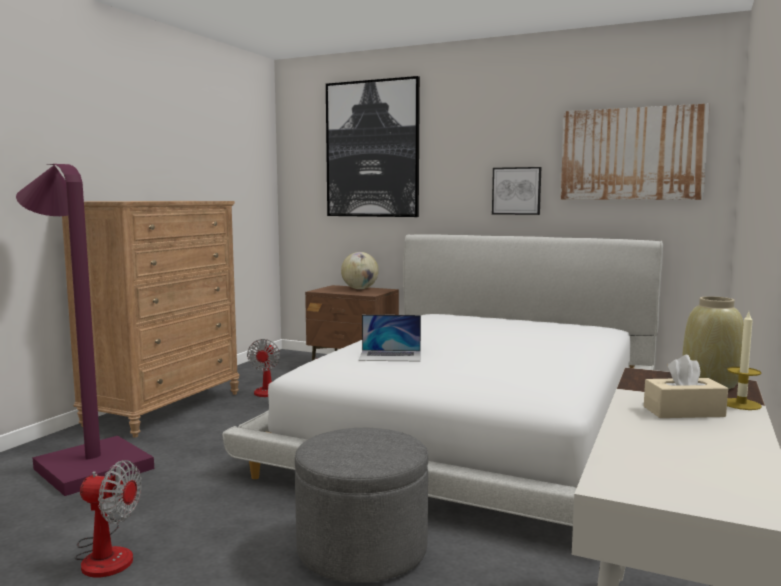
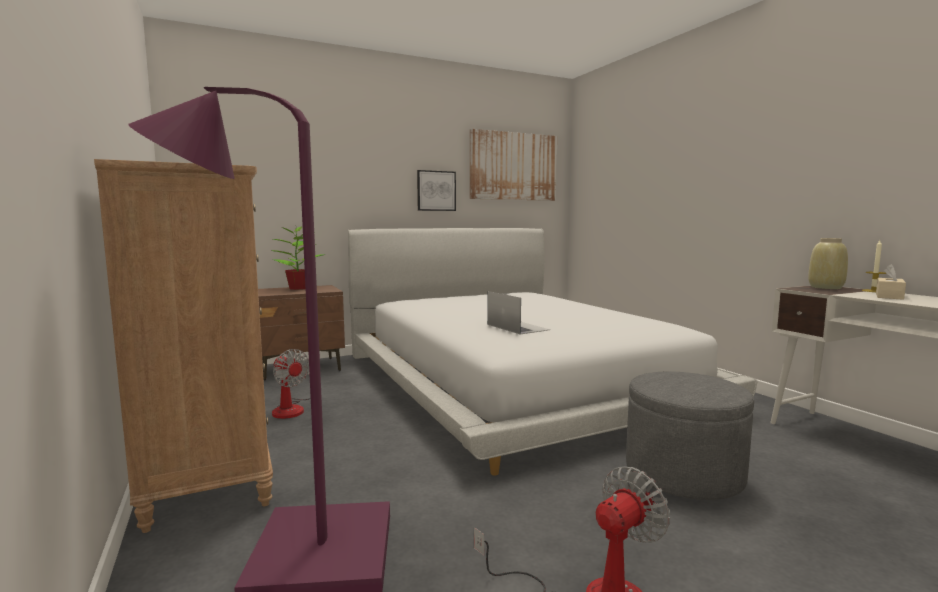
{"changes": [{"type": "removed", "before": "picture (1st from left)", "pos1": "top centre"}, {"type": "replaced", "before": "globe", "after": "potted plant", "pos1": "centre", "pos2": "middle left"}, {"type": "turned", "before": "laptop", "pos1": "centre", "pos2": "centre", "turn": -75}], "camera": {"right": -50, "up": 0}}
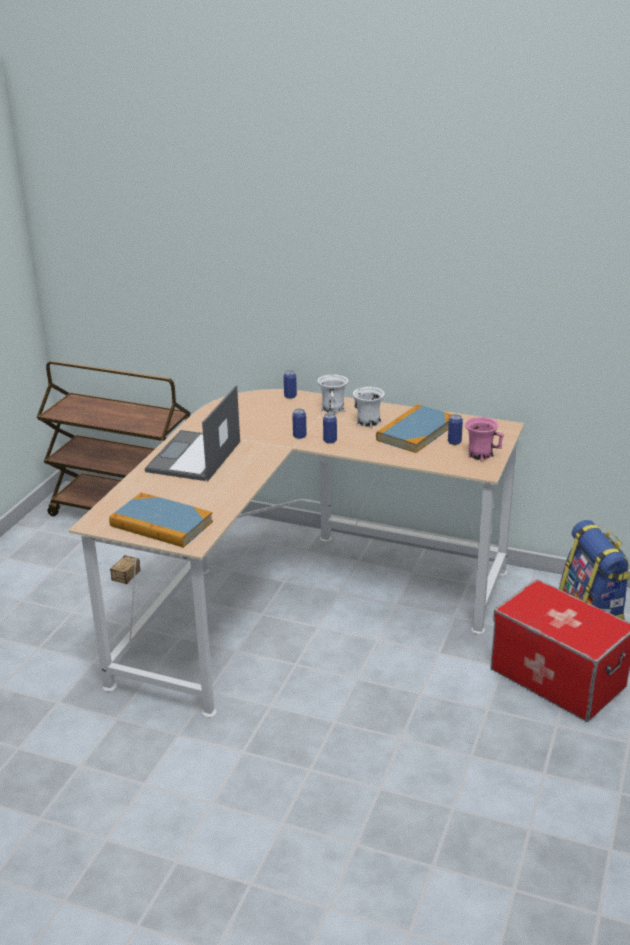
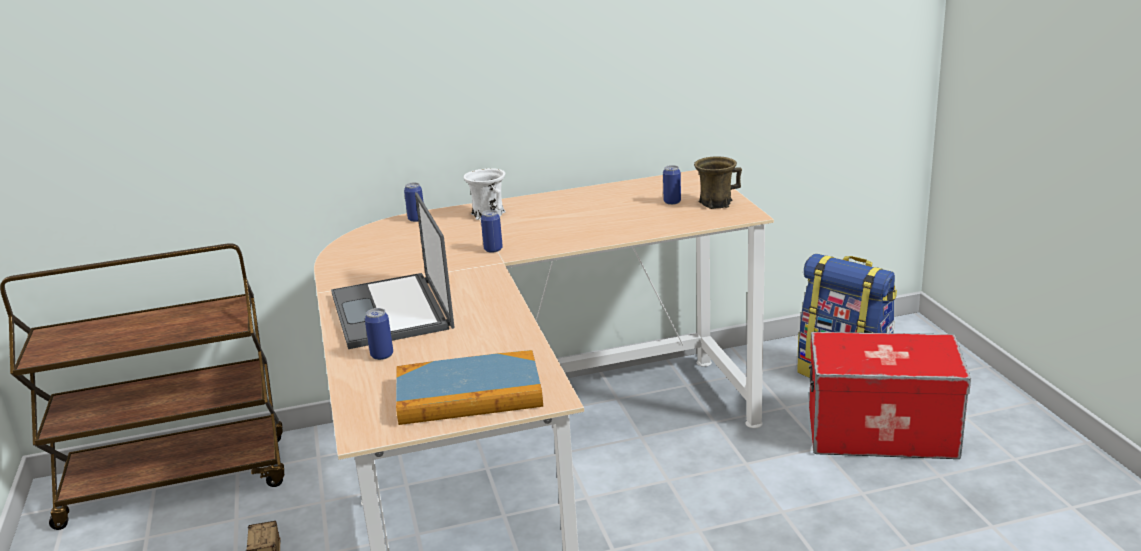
{"changes": [{"type": "moved", "before": "can (3rd from left in the first image)", "after": "can (1st from left)", "pos1": "centre", "pos2": "middle left"}, {"type": "removed", "before": "white mug (2nd from left)", "pos1": "centre"}, {"type": "removed", "before": "book (2nd from left)", "pos1": "centre"}, {"type": "recoloured", "before": "pink mug", "after": "brown mug", "pos1": "middle right", "pos2": "top centre"}], "camera": {"right": -35, "up": -5}}
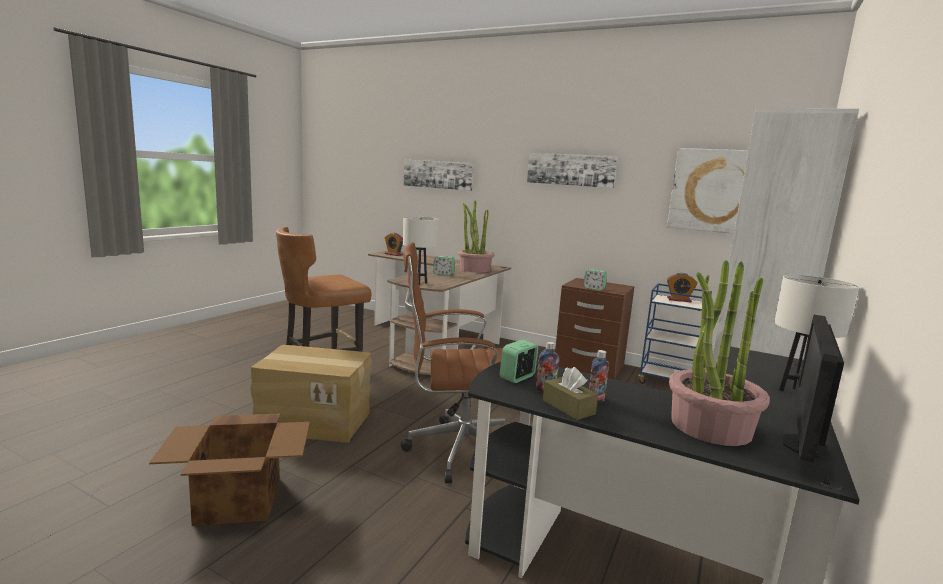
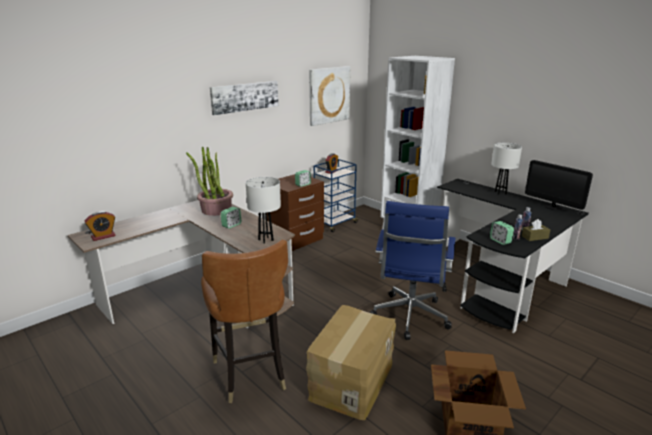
{"changes": [{"type": "recoloured", "before": "brown office chair", "after": "blue office chair", "pos1": "centre", "pos2": "centre"}, {"type": "removed", "before": "picture (1st from left)", "pos1": "top centre"}, {"type": "removed", "before": "potted plant (2nd from left)", "pos1": "middle right"}], "camera": {"right": -70, "up": 10}}
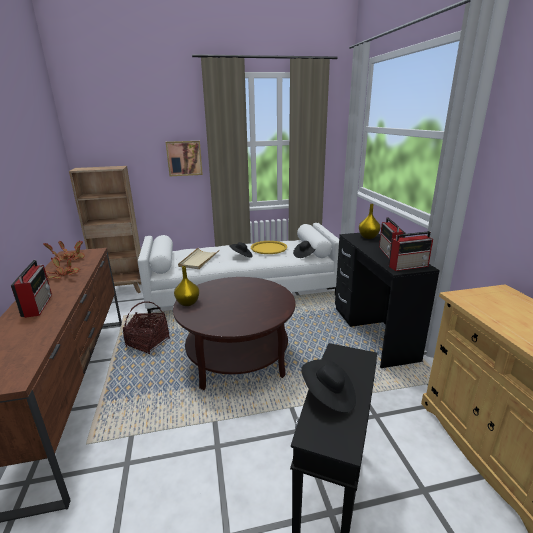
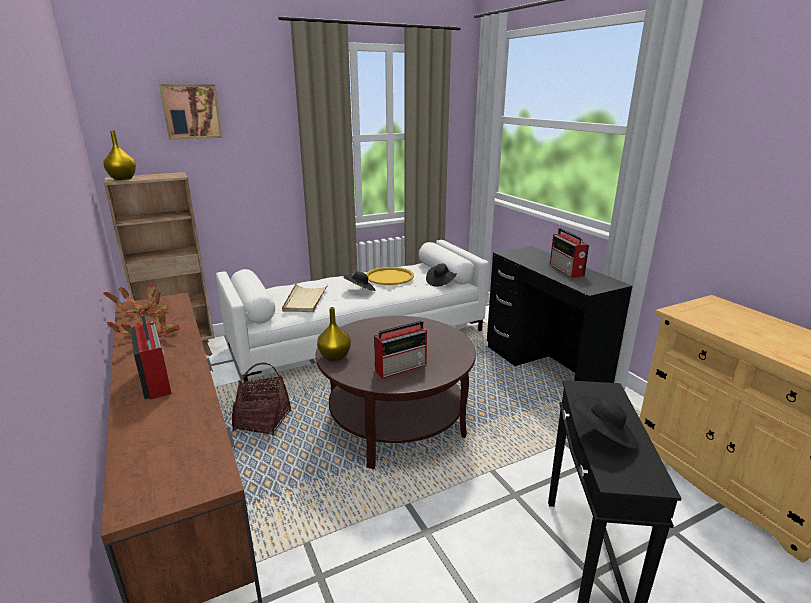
{"changes": [{"type": "moved", "before": "picture", "pos1": "top centre", "pos2": "top left"}, {"type": "moved", "before": "yellow vase (2nd from left in the first image)", "after": "yellow vase (1st from left)", "pos1": "middle right", "pos2": "top left"}, {"type": "moved", "before": "radio (3rd from left in the first image)", "after": "radio (2nd from left)", "pos1": "middle right", "pos2": "centre"}], "camera": {"right": -15, "up": 0}}
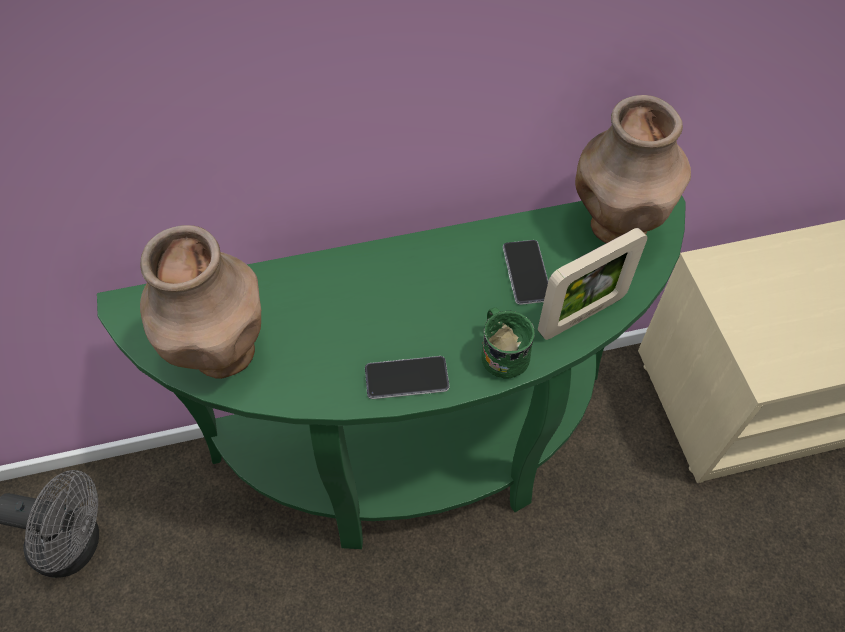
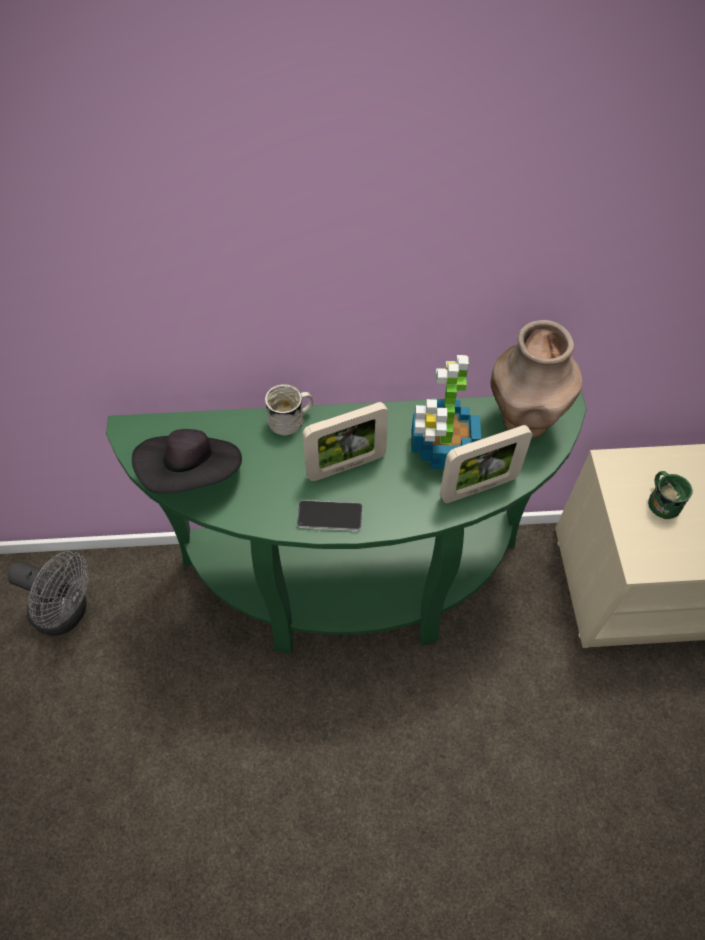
{"changes": [{"type": "replaced", "before": "brown vase (1st from left)", "after": "black hat", "pos1": "middle left", "pos2": "middle left"}, {"type": "moved", "before": "green mug", "pos1": "centre", "pos2": "middle right"}, {"type": "replaced", "before": "phone (2nd from left)", "after": "potted plant", "pos1": "centre", "pos2": "centre"}, {"type": "added", "after": "white mug", "pos2": "centre"}, {"type": "added", "after": "picture frame (1st from left)", "pos2": "centre"}], "camera": {"right": 10, "up": 0}}
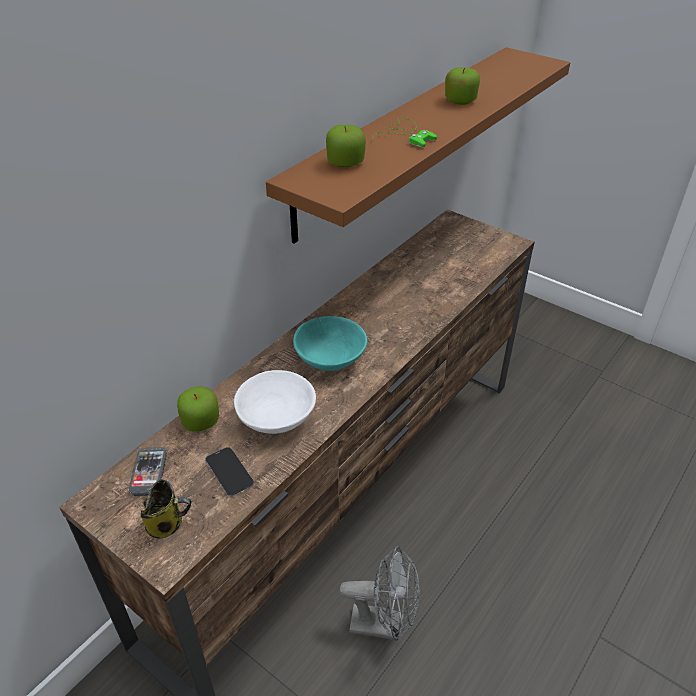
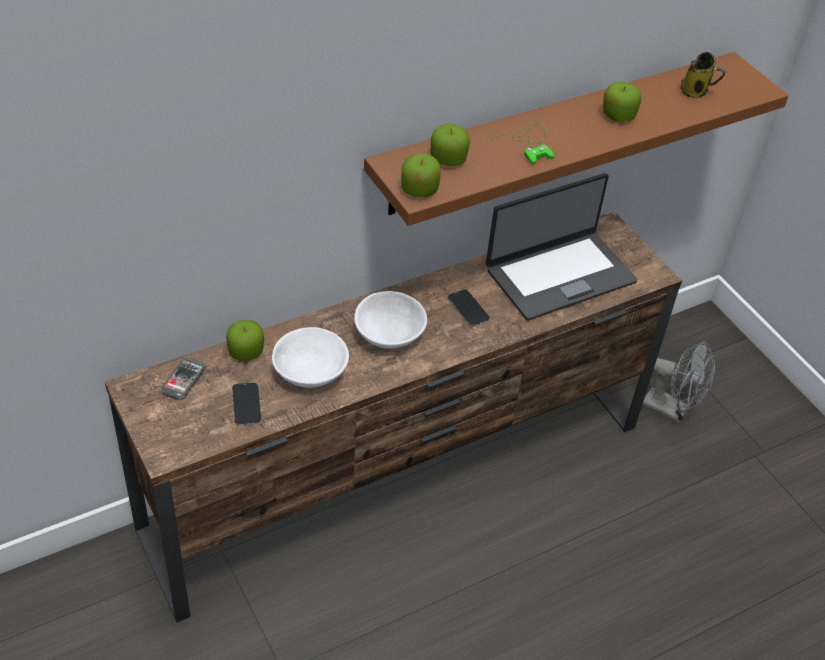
{"changes": [{"type": "moved", "before": "mug", "pos1": "bottom left", "pos2": "top right"}, {"type": "recoloured", "before": "turquoise bowl", "after": "white bowl (2nd from left)", "pos1": "centre", "pos2": "centre"}, {"type": "moved", "before": "grey fan", "pos1": "bottom centre", "pos2": "middle right"}, {"type": "added", "after": "apple (2nd from left)", "pos2": "top centre"}, {"type": "added", "after": "phone (3rd from left)", "pos2": "centre"}, {"type": "added", "after": "laptop", "pos2": "middle right"}], "camera": {"right": 20, "up": 5}}
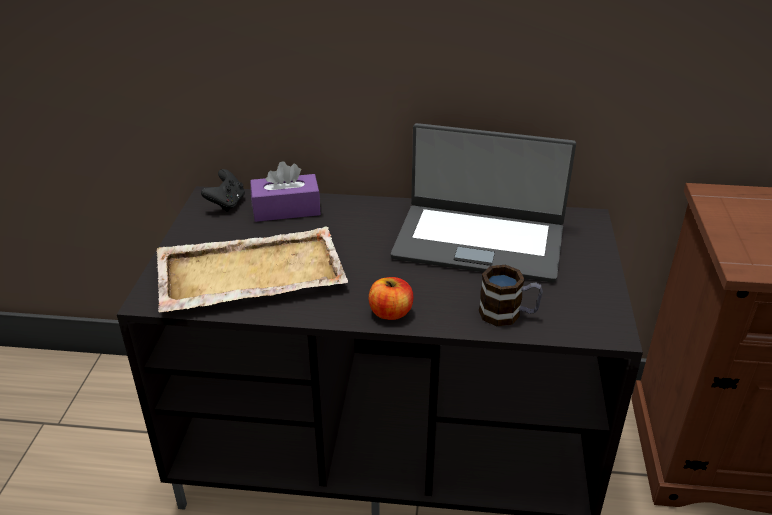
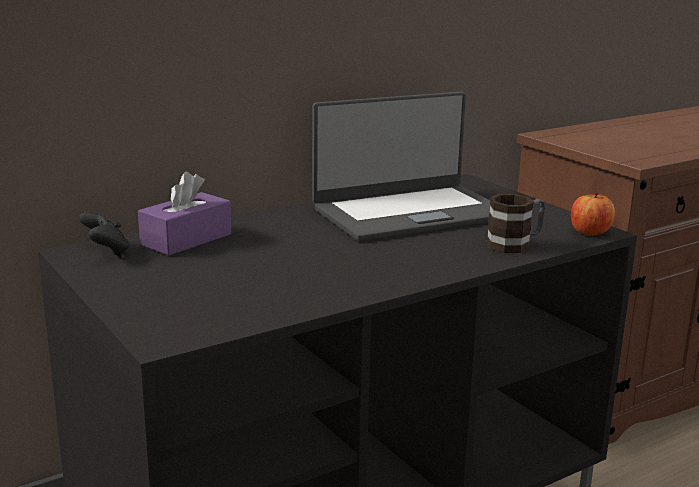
{"changes": [{"type": "removed", "before": "beige tray", "pos1": "middle left"}, {"type": "moved", "before": "apple", "pos1": "centre", "pos2": "middle right"}], "camera": {"right": -40, "up": -15}}
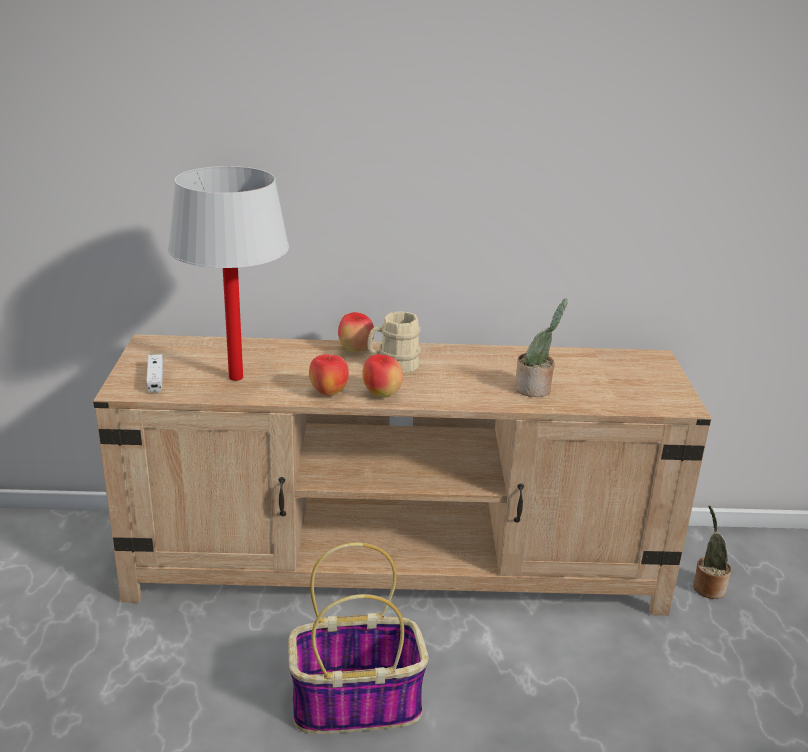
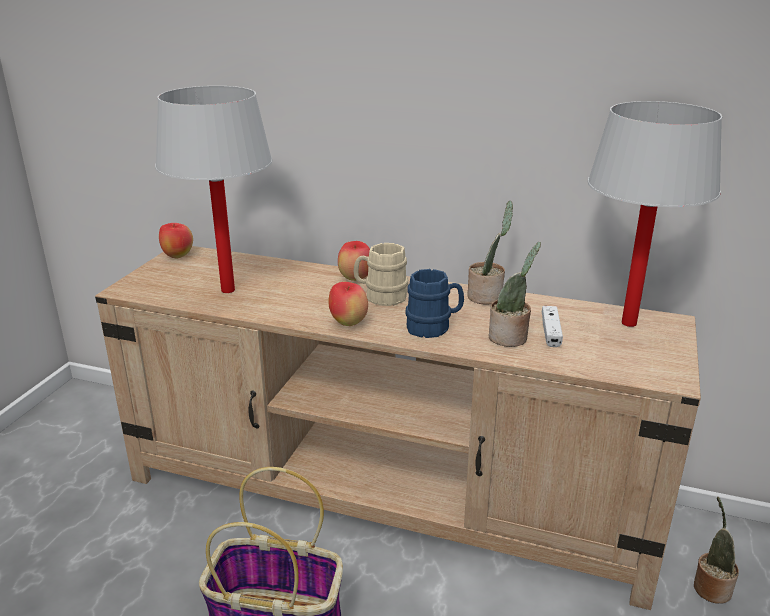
{"changes": [{"type": "moved", "before": "white game controller", "pos1": "middle left", "pos2": "middle right"}, {"type": "moved", "before": "apple (1st from left)", "pos1": "centre", "pos2": "middle left"}, {"type": "added", "after": "blue mug", "pos2": "centre"}, {"type": "added", "after": "potted plant (1st from left)", "pos2": "centre"}, {"type": "added", "after": "white table lamp (2nd from left)", "pos2": "middle right"}], "camera": {"right": 20, "up": 0}}
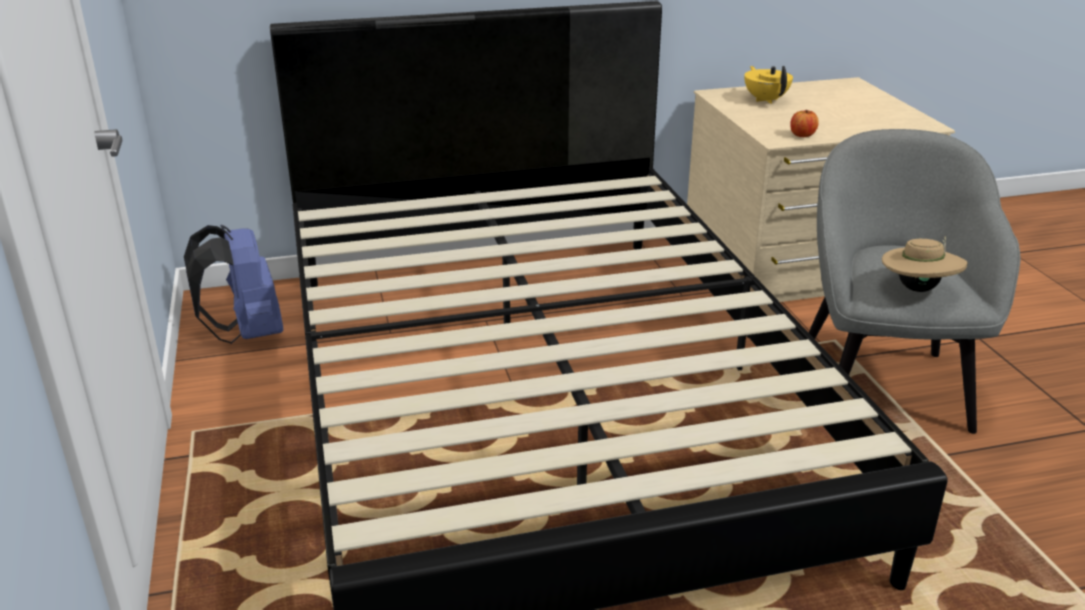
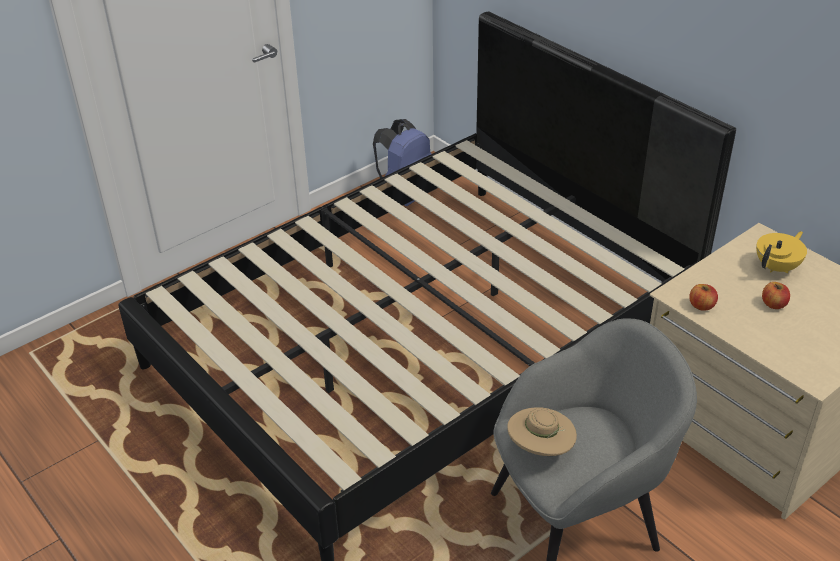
{"changes": [{"type": "added", "after": "apple (2nd from left)", "pos2": "middle right"}], "camera": {"right": 65, "up": 10}}
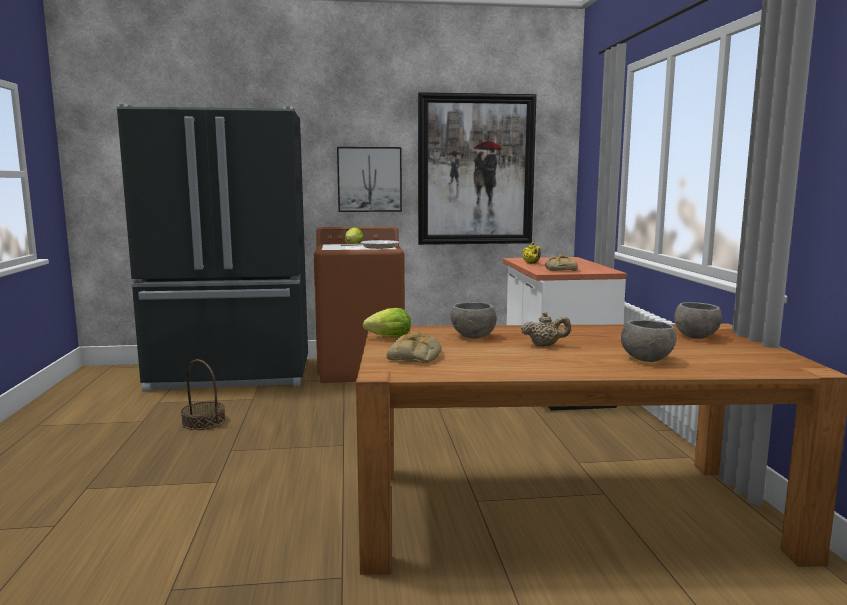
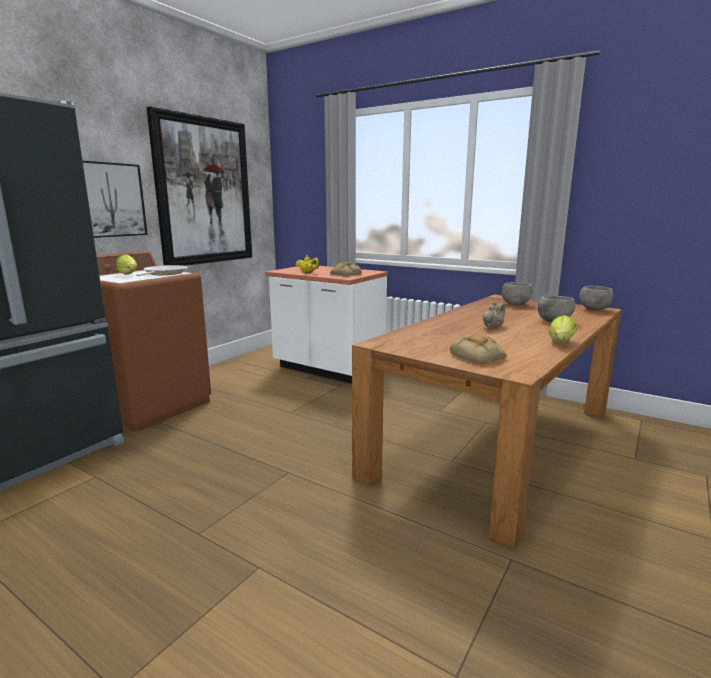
{"changes": [{"type": "removed", "before": "basket", "pos1": "middle left"}, {"type": "moved", "before": "lettuce (2nd from left)", "pos1": "centre", "pos2": "middle right"}, {"type": "moved", "before": "grey bowl (1st from left in the first image)", "after": "grey bowl (3rd from left)", "pos1": "centre", "pos2": "middle right"}], "camera": {"right": -50, "up": 5}}
